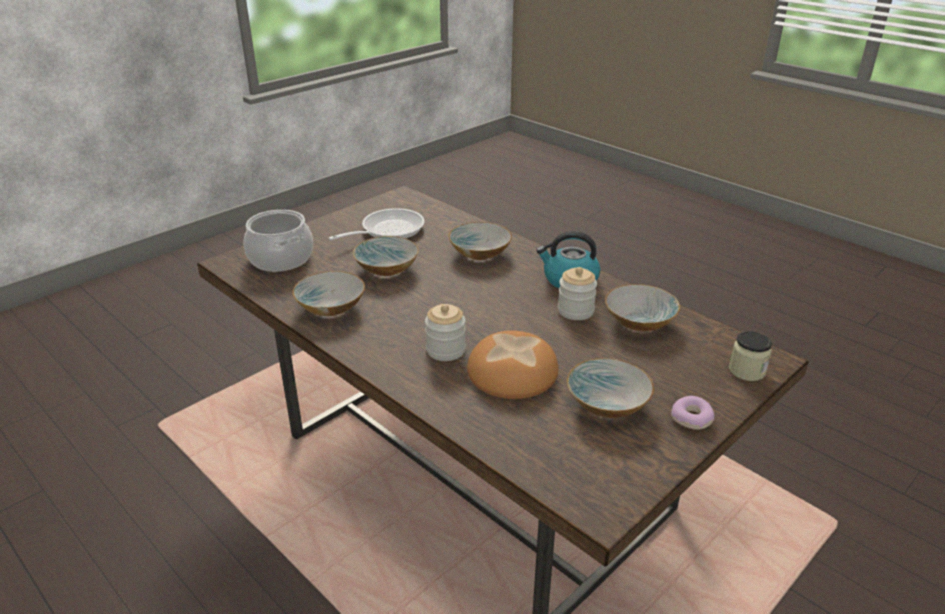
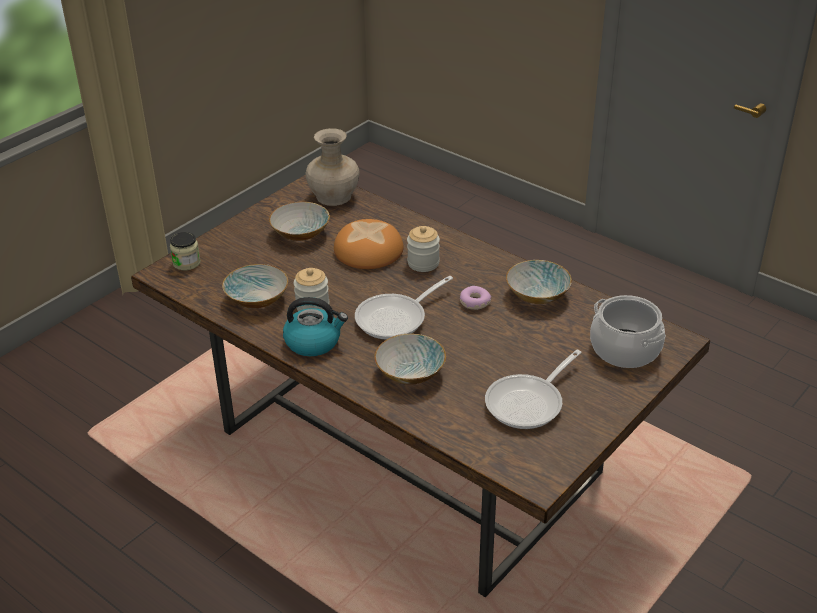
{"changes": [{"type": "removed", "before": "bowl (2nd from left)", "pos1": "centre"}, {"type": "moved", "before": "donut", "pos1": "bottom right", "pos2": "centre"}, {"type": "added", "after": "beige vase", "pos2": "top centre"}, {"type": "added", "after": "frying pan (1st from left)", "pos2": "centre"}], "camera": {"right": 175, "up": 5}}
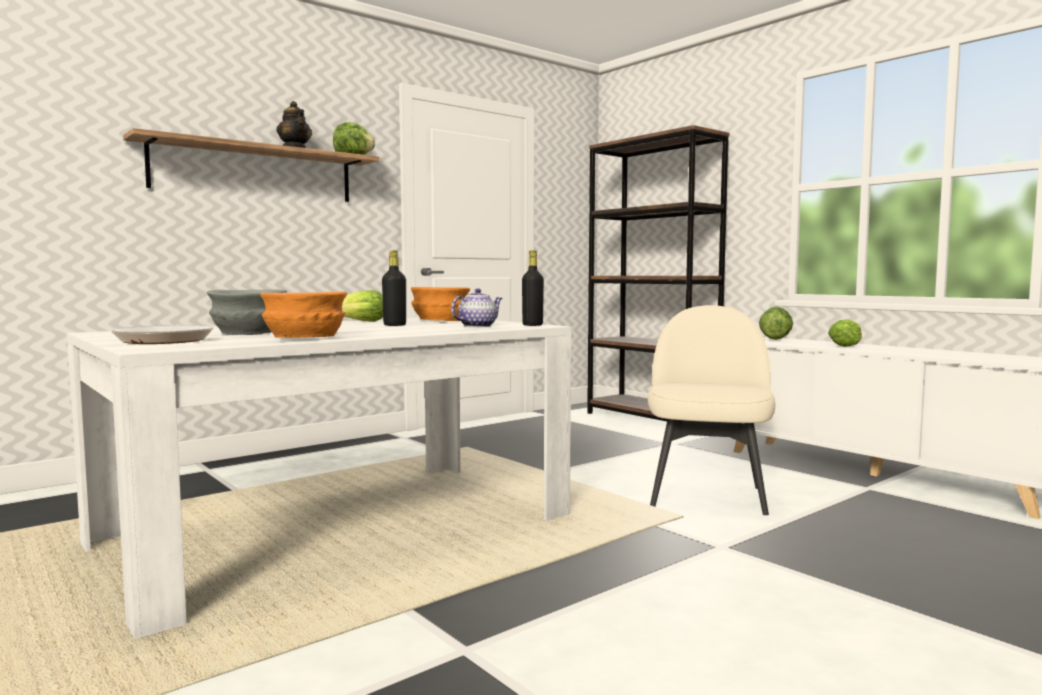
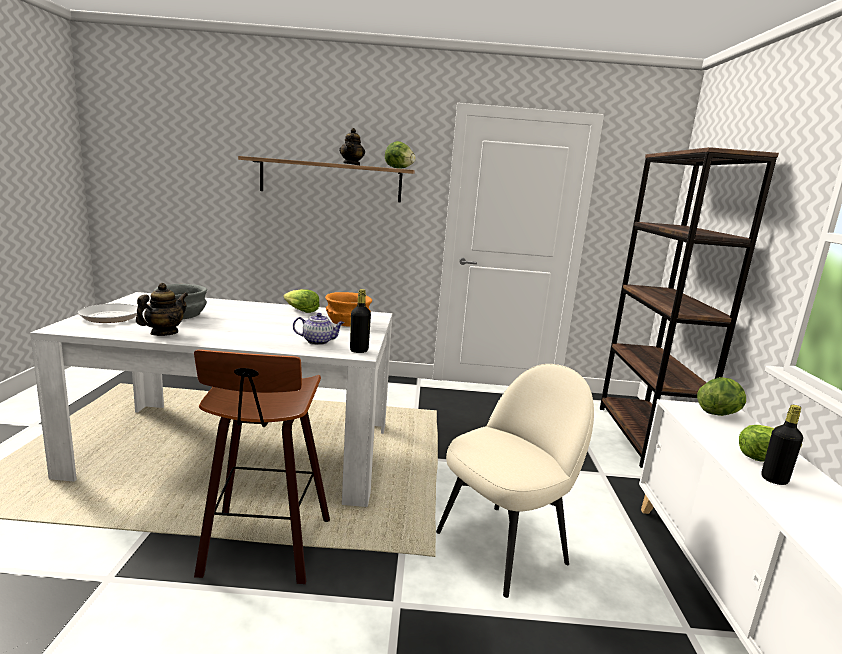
{"changes": [{"type": "replaced", "before": "orange bowl (1st from left)", "after": "teapot (1st from left)", "pos1": "middle left", "pos2": "middle left"}, {"type": "moved", "before": "black bottle (1st from left in the first image)", "after": "black bottle (2nd from left)", "pos1": "centre", "pos2": "bottom right"}, {"type": "added", "after": "stool", "pos2": "bottom left"}], "camera": {"right": 40, "up": 10}}
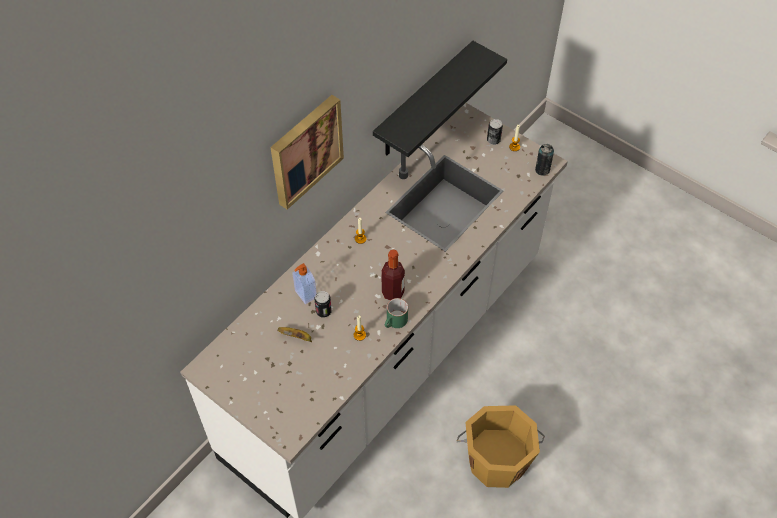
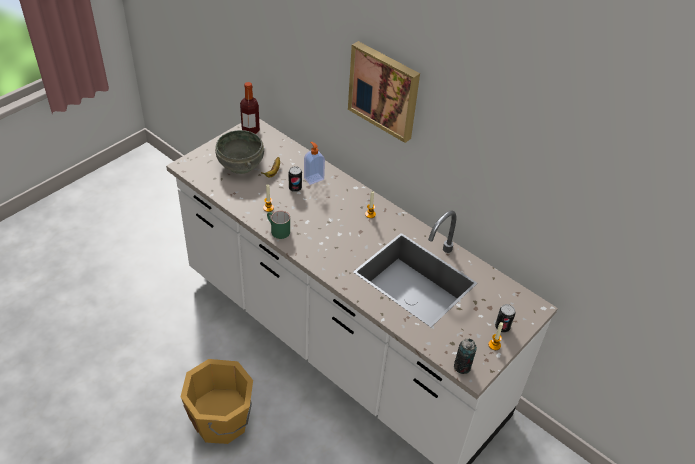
{"changes": [{"type": "removed", "before": "black shelf", "pos1": "top centre"}, {"type": "moved", "before": "bottle", "pos1": "centre", "pos2": "top centre"}, {"type": "added", "after": "grey bowl", "pos2": "top centre"}], "camera": {"right": 90, "up": -10}}
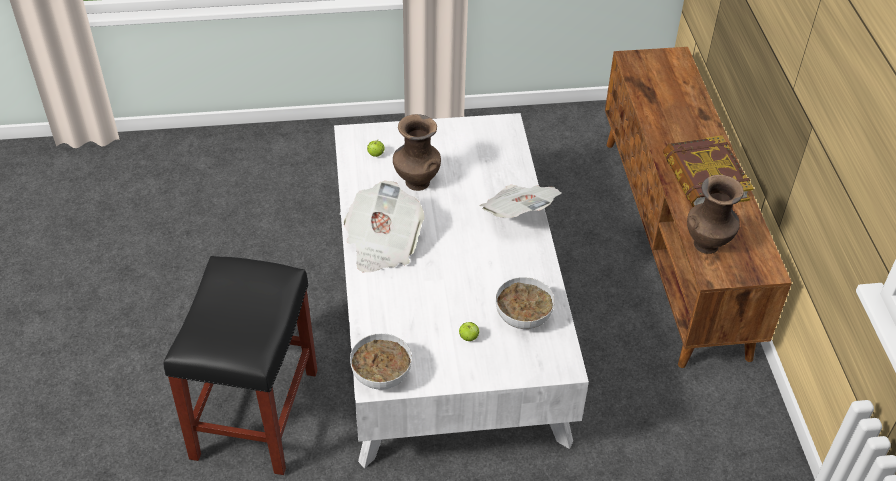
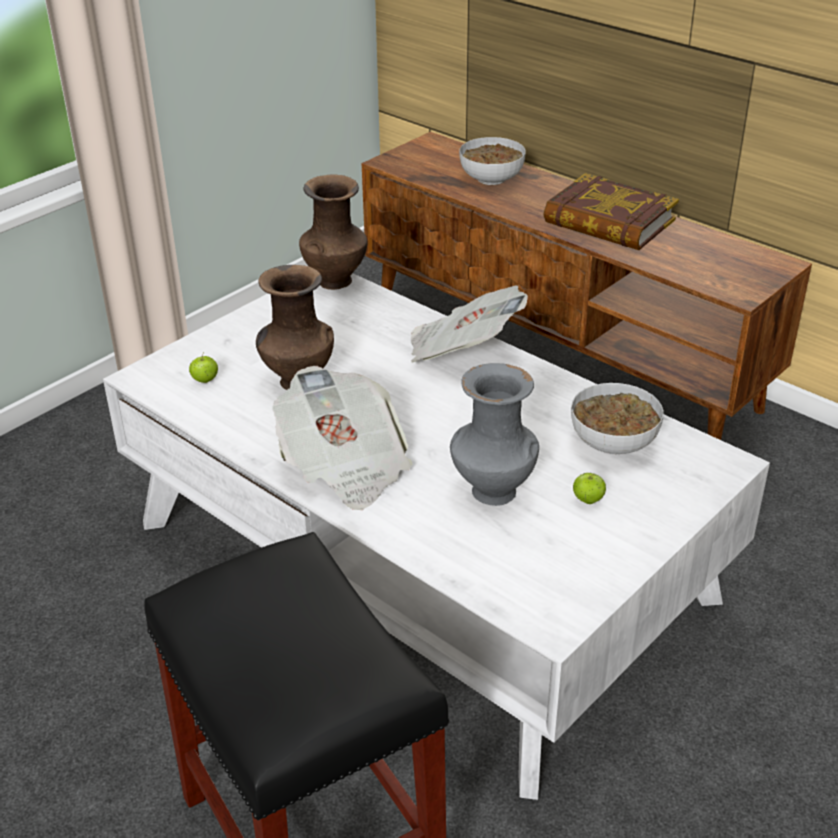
{"changes": [{"type": "moved", "before": "bowl (1st from left)", "pos1": "bottom centre", "pos2": "top centre"}, {"type": "moved", "before": "brown vase (2nd from left)", "pos1": "middle right", "pos2": "top centre"}, {"type": "added", "after": "grey vase", "pos2": "centre"}], "camera": {"right": -40, "up": -10}}
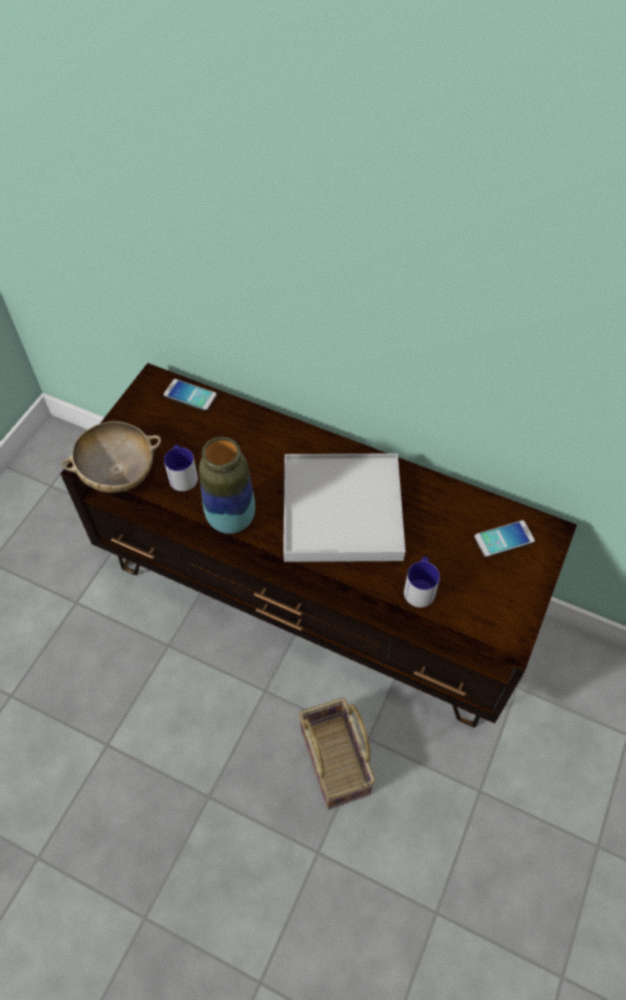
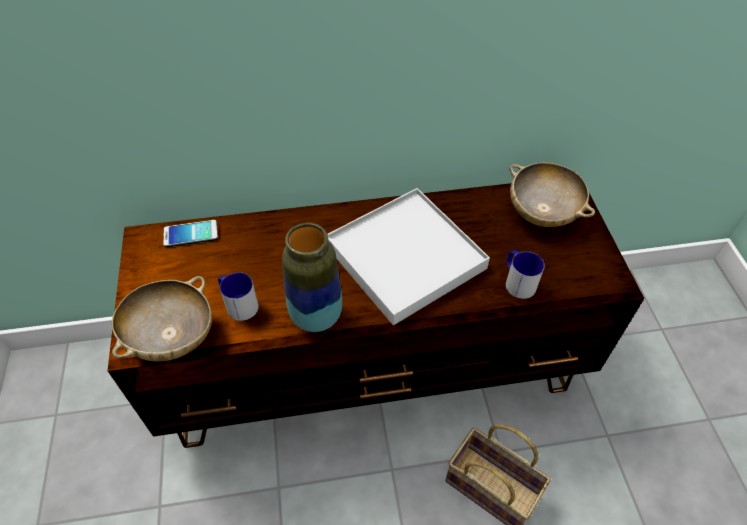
{"changes": [{"type": "replaced", "before": "phone (2nd from left)", "after": "beige bowl (2nd from left)", "pos1": "middle right", "pos2": "middle right"}], "camera": {"right": -35, "up": -5}}
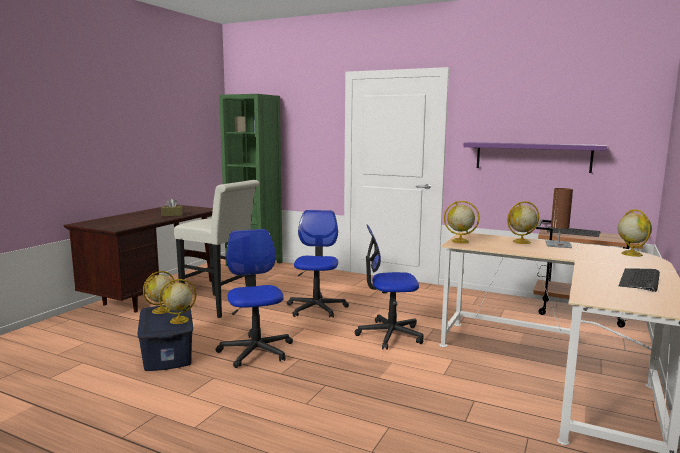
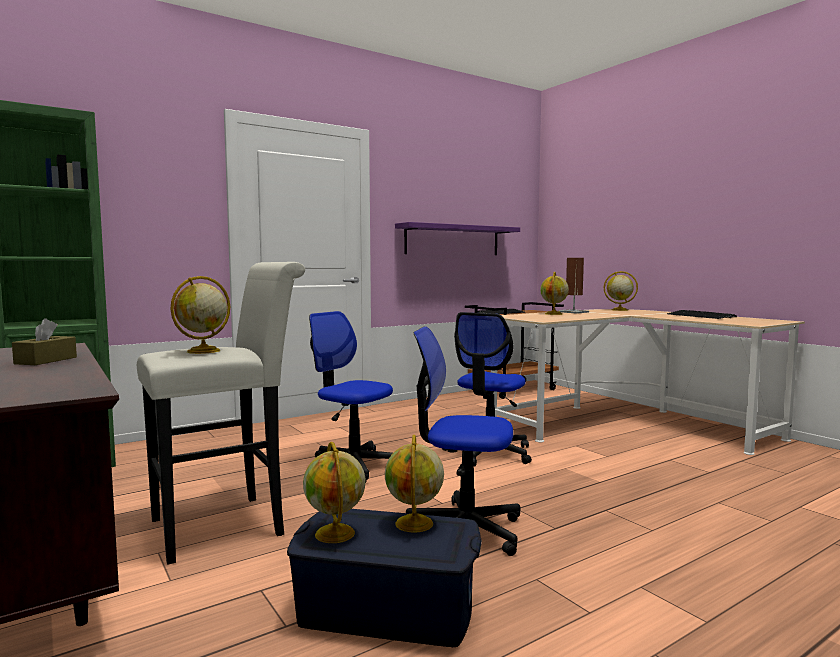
{"changes": [{"type": "moved", "before": "globe (3rd from left in the first image)", "after": "globe (1st from left)", "pos1": "middle right", "pos2": "middle left"}], "camera": {"right": -60, "up": -5}}
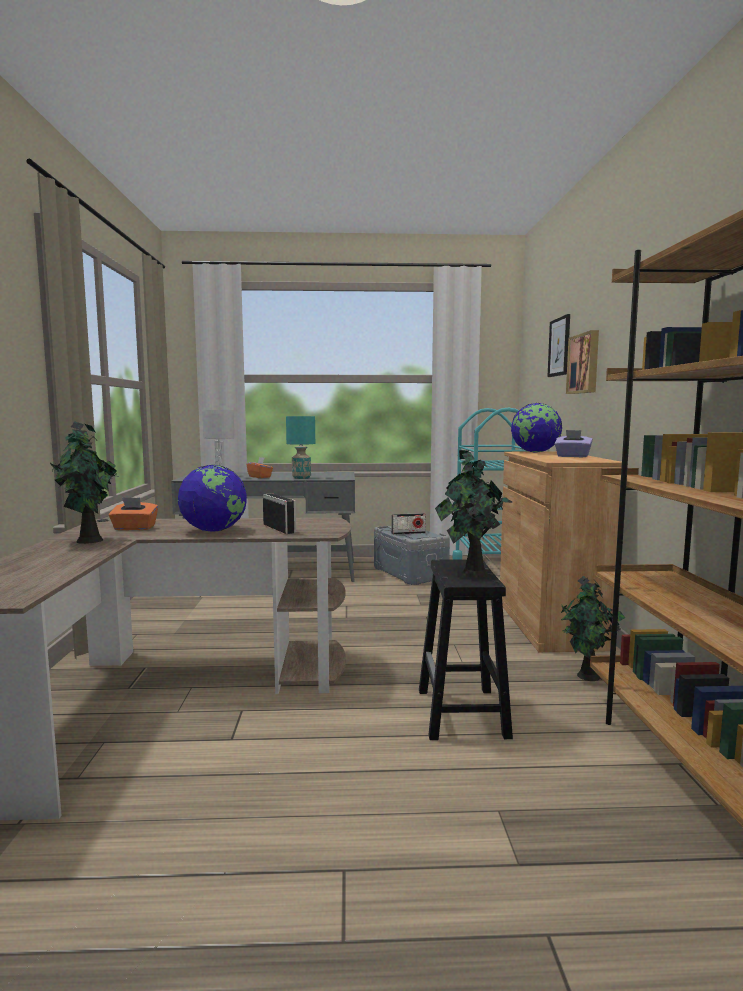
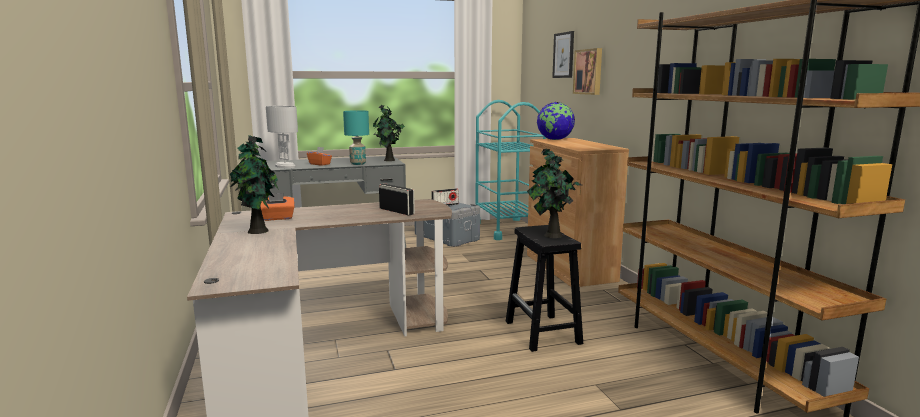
{"changes": [{"type": "removed", "before": "globe (1st from left)", "pos1": "middle left"}, {"type": "removed", "before": "purple tissue box", "pos1": "middle right"}, {"type": "moved", "before": "potted plant (3rd from left in the first image)", "after": "potted plant (2nd from left)", "pos1": "middle right", "pos2": "top centre"}], "camera": {"right": -15, "up": 5}}
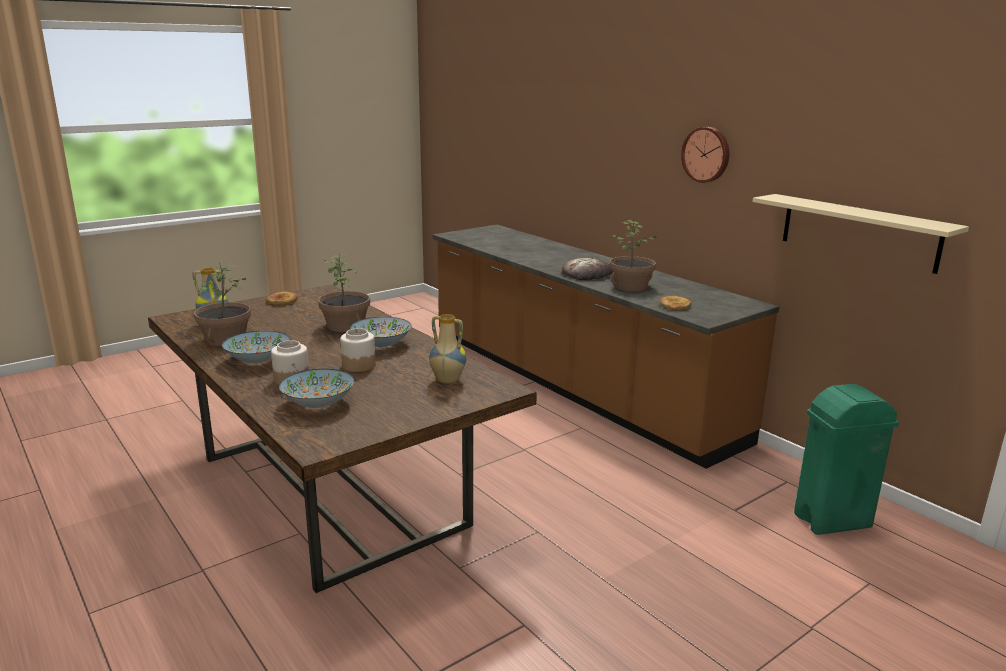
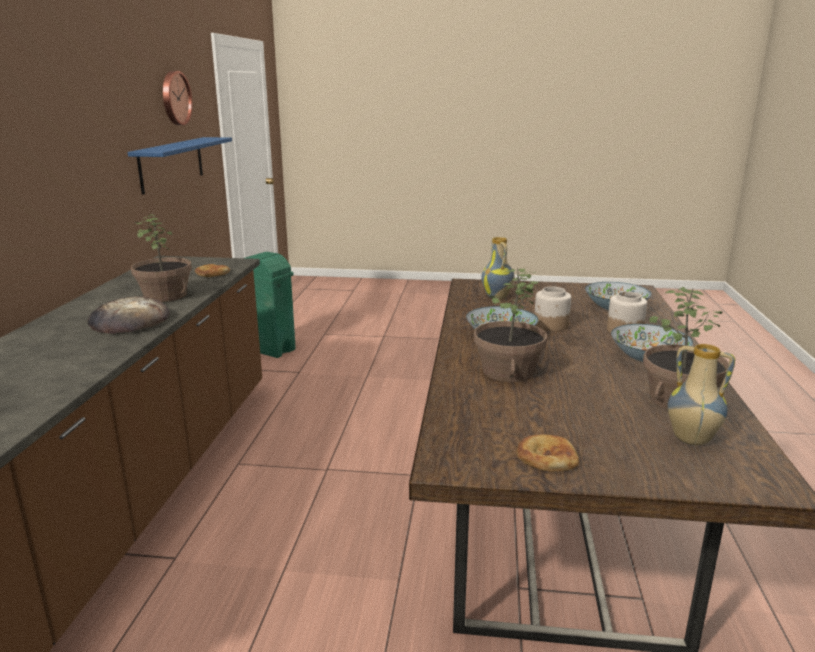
{"changes": [{"type": "moved", "before": "wall clock", "pos1": "top right", "pos2": "top left"}, {"type": "recoloured", "before": "beige shelf", "after": "blue shelf", "pos1": "middle right", "pos2": "top left"}], "camera": {"right": -135, "up": 0}}
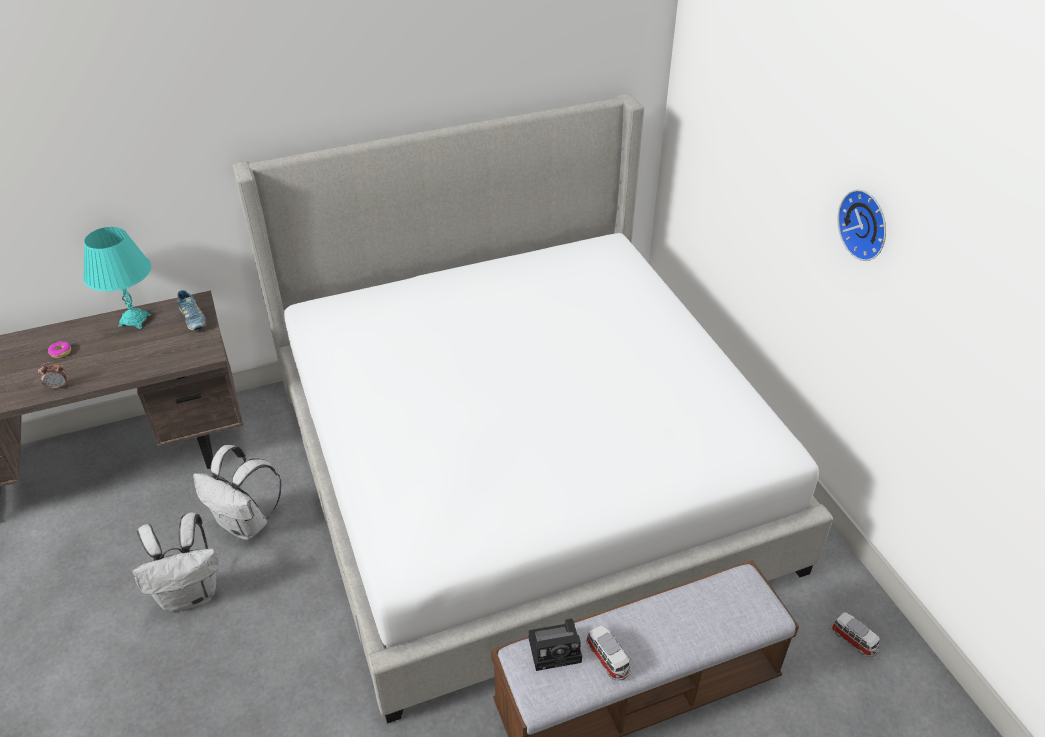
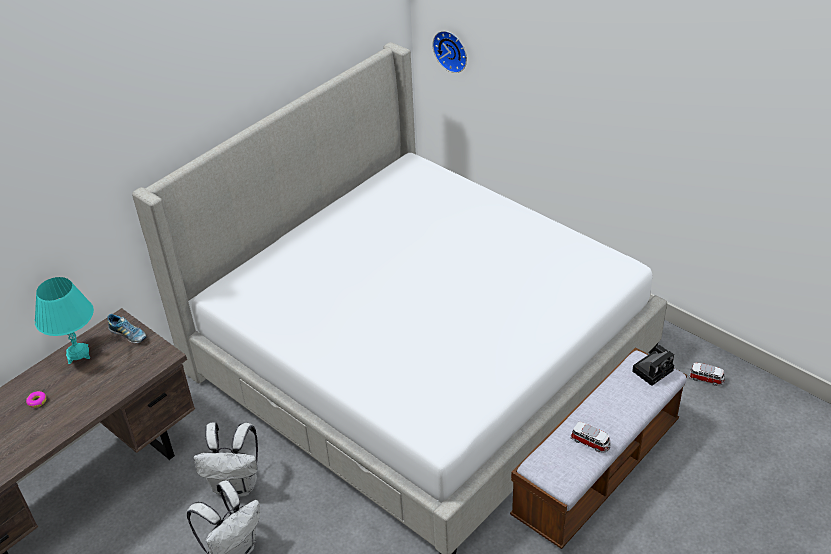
{"changes": [{"type": "removed", "before": "alarm clock", "pos1": "middle left"}, {"type": "moved", "before": "photo camera", "pos1": "bottom centre", "pos2": "middle right"}, {"type": "moved", "before": "wall clock", "pos1": "top right", "pos2": "top centre"}], "camera": {"right": -25, "up": 0}}
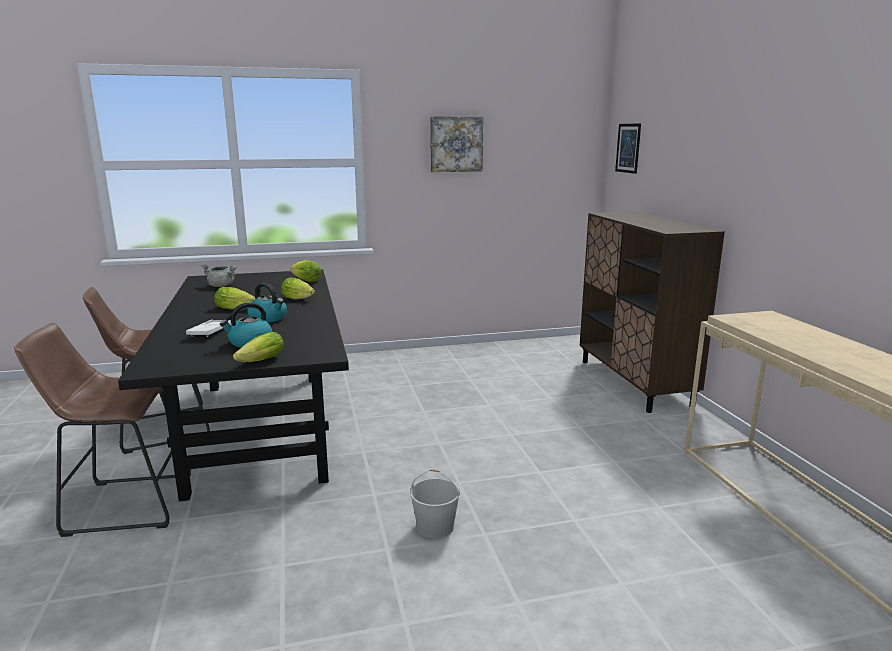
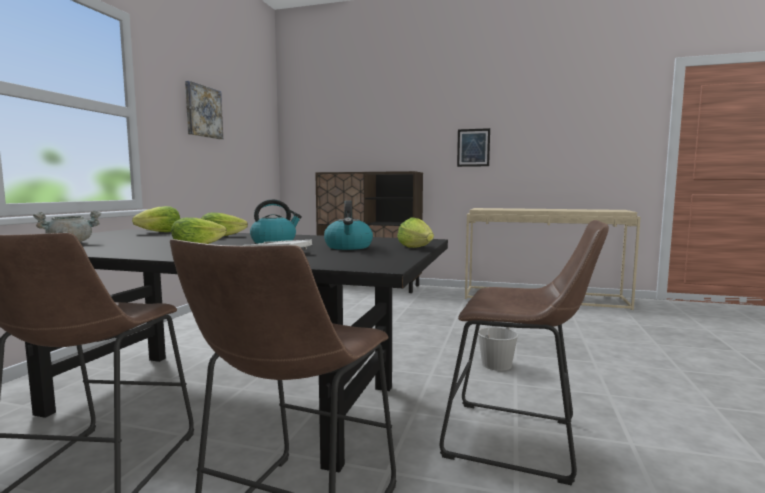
{"changes": [{"type": "moved", "before": "picture (2nd from left)", "pos1": "top right", "pos2": "top centre"}, {"type": "added", "after": "brown stool (3rd from left)", "pos2": "bottom right"}], "camera": {"right": -60, "up": -10}}
